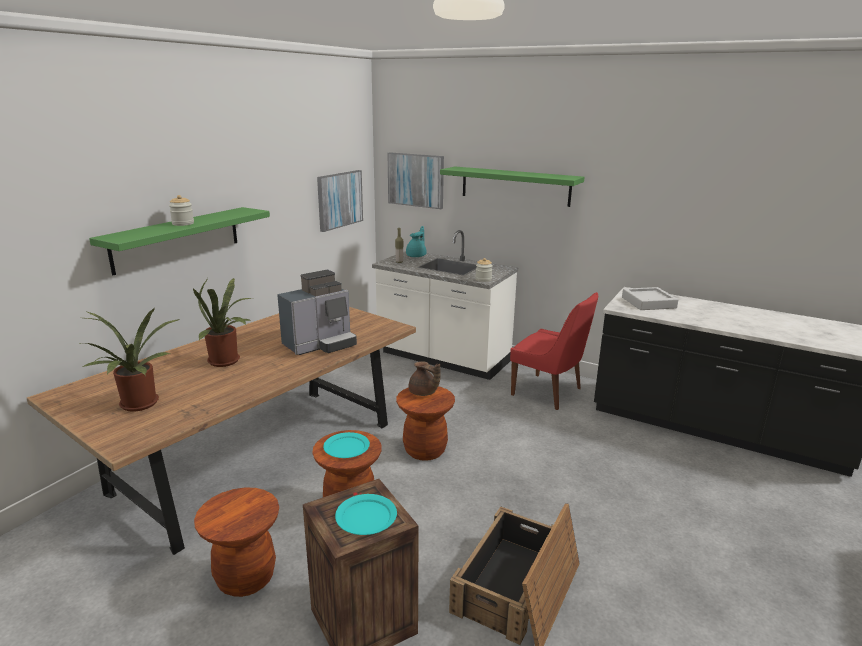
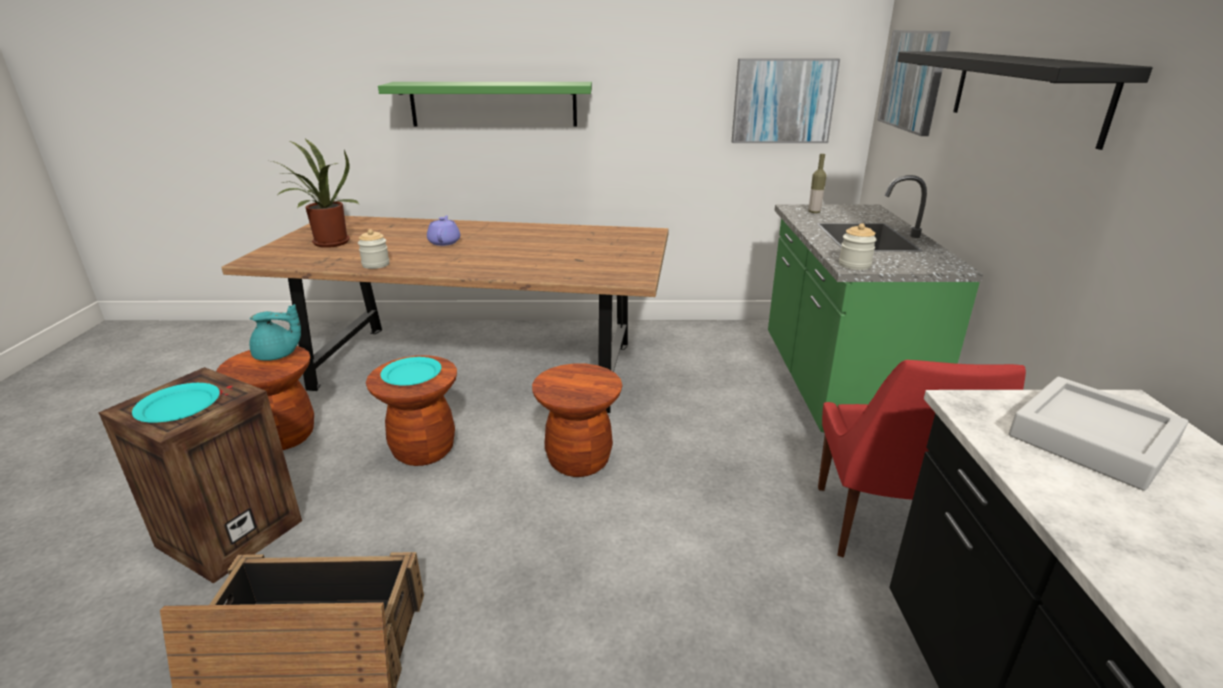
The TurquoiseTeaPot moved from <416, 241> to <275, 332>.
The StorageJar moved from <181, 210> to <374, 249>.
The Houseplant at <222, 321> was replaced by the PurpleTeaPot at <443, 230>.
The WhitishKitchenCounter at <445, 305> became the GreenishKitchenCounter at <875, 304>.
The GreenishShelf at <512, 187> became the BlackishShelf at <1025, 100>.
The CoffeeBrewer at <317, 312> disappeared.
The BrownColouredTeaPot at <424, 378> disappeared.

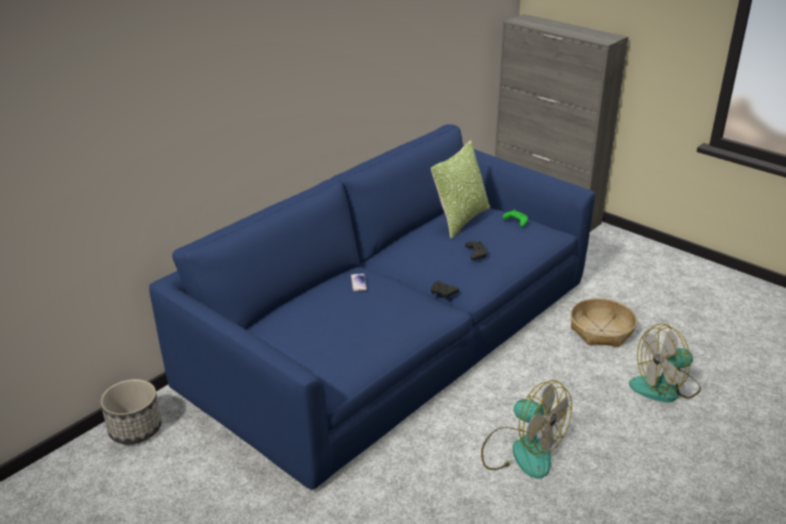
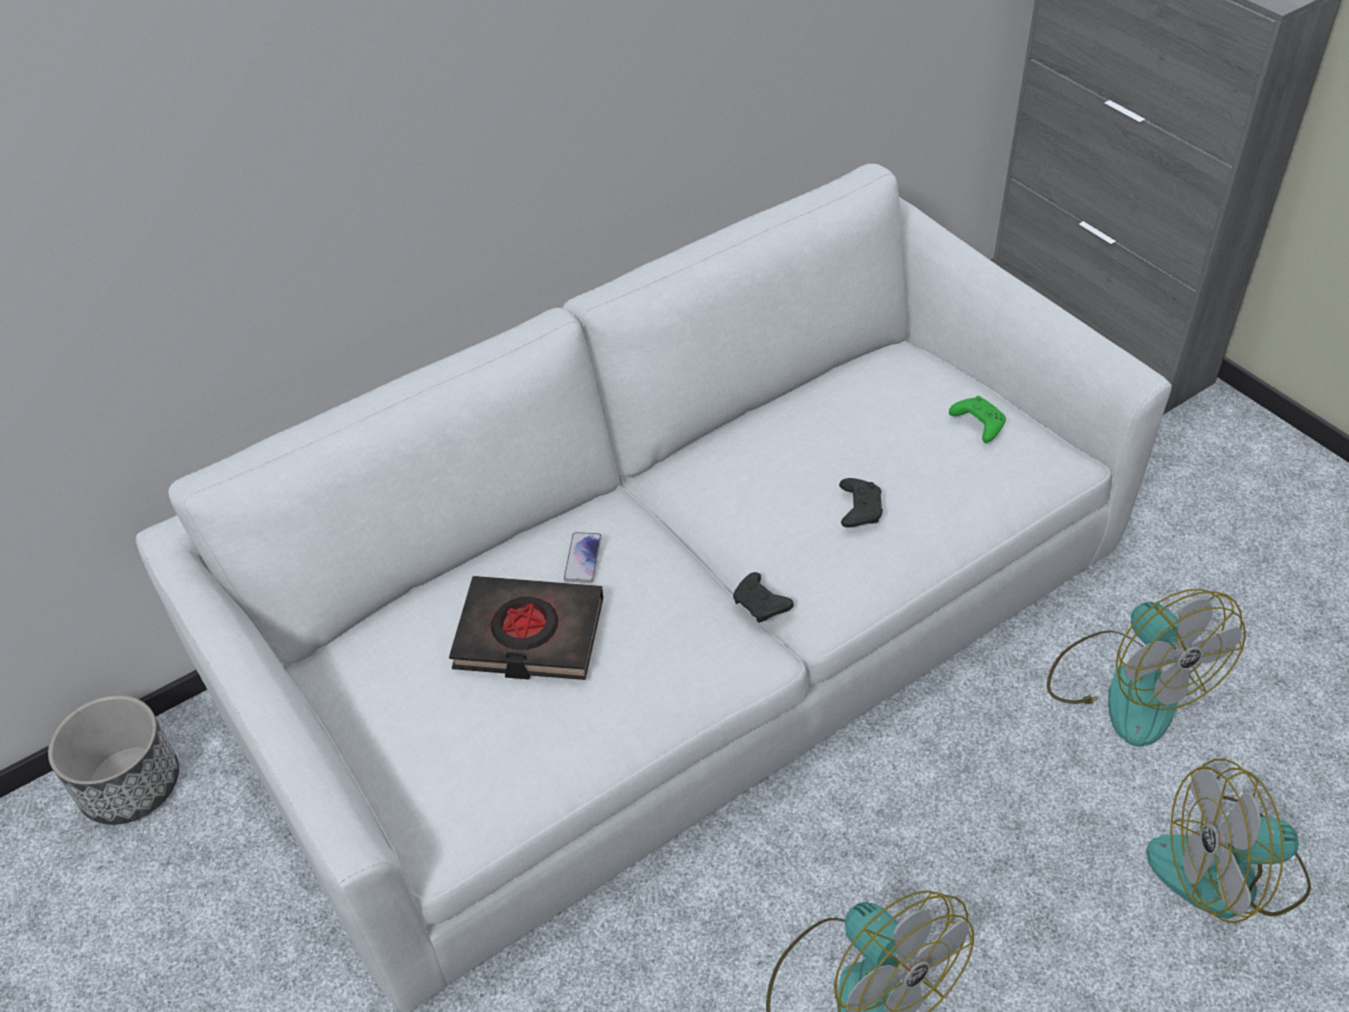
The BlueCouch at <372, 307> became the WhitishCouch at <654, 588>.
The BlackishVolume at <526, 628> appeared.
The Basket at <604, 322> was replaced by the CoolingFan at <1146, 668>.
The ThrowPillow at <460, 189> disappeared.

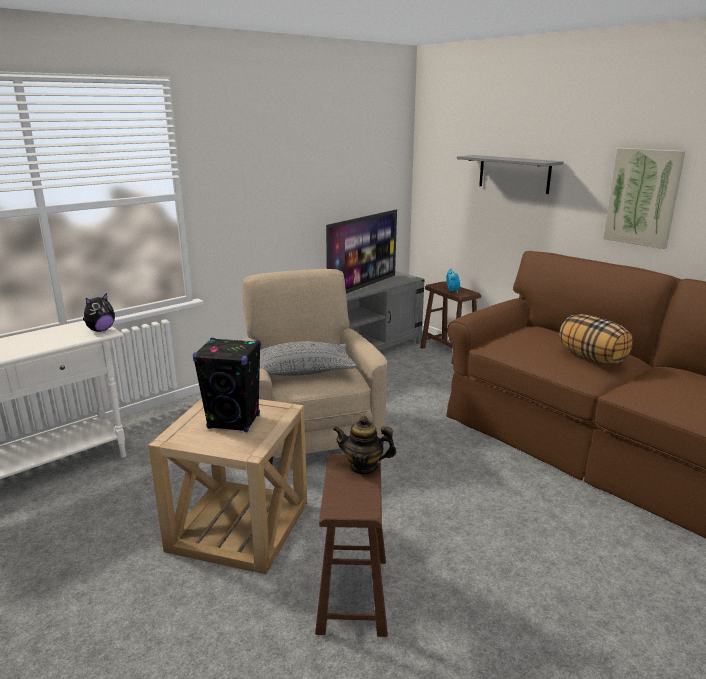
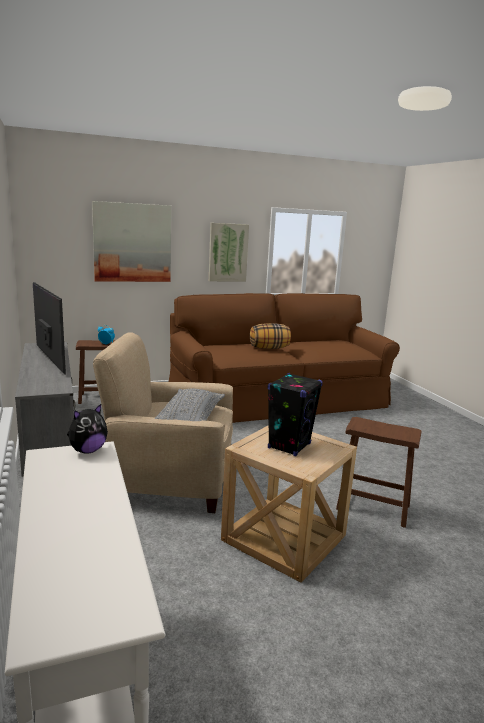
The PlushToy at <99, 312> turned 75 degrees clockwise.
The GreyishShelf at <510, 174> was replaced by the WallArt at <131, 241>.
The TeaPot at <364, 445> disappeared.

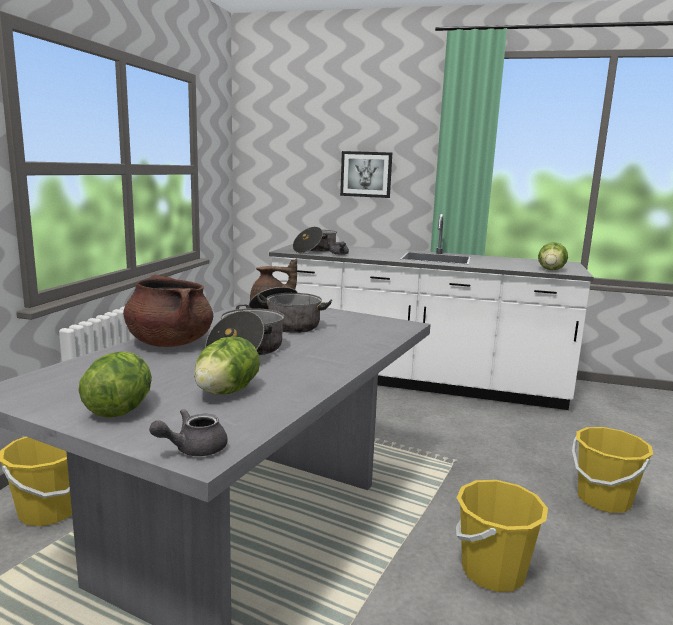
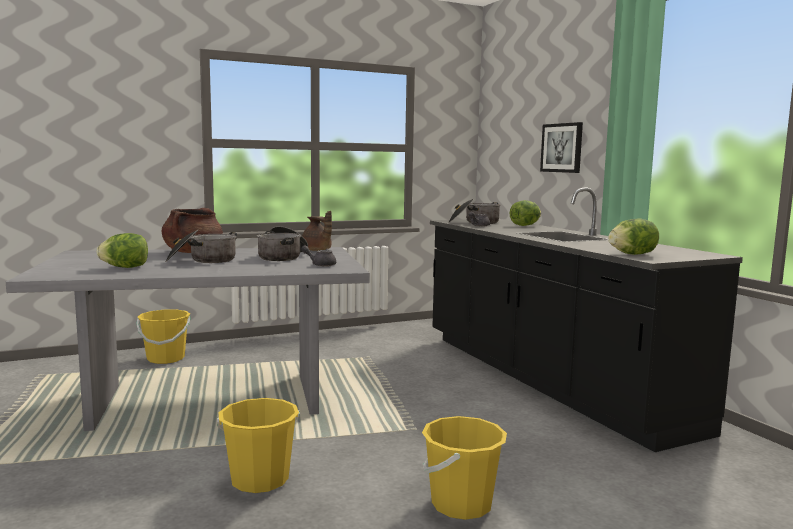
The GreyishTeaPot moved from <188, 432> to <318, 256>.
The WhitishKitchenCounter at <431, 312> became the BlackishKitchenCounter at <586, 320>.
The LettuceHead moved from <115, 384> to <525, 213>.

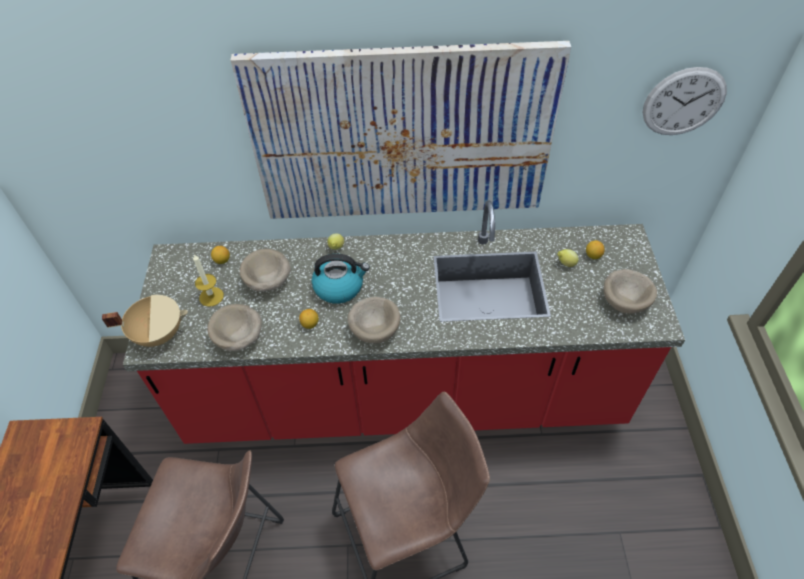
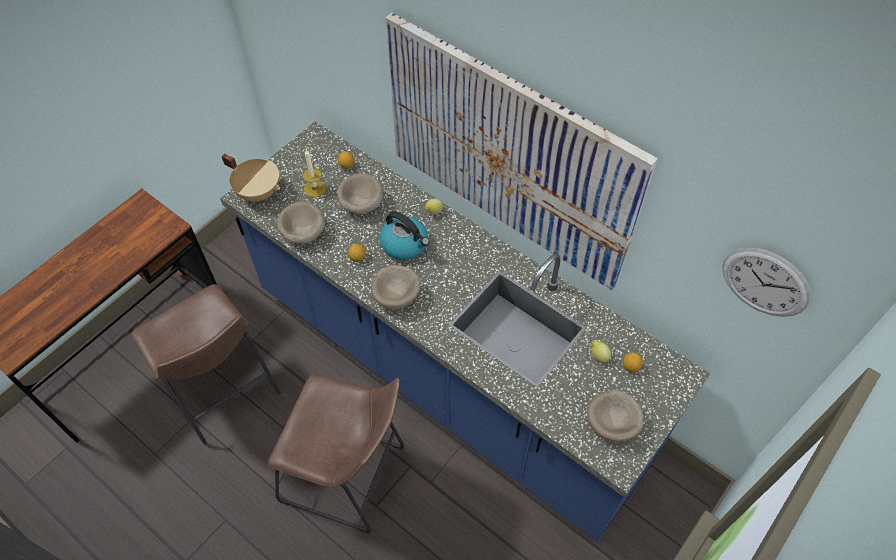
The RedKitchenCounter at <404, 322> became the BlueKitchenCounter at <465, 331>.

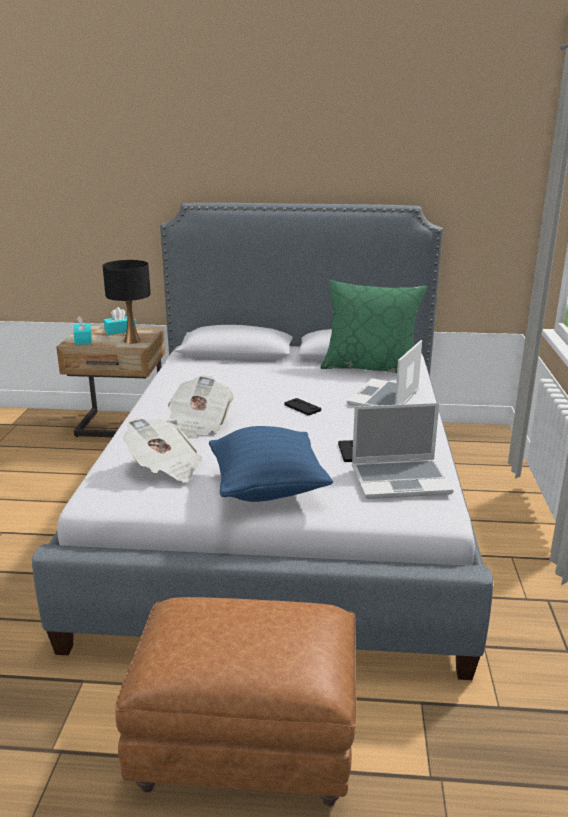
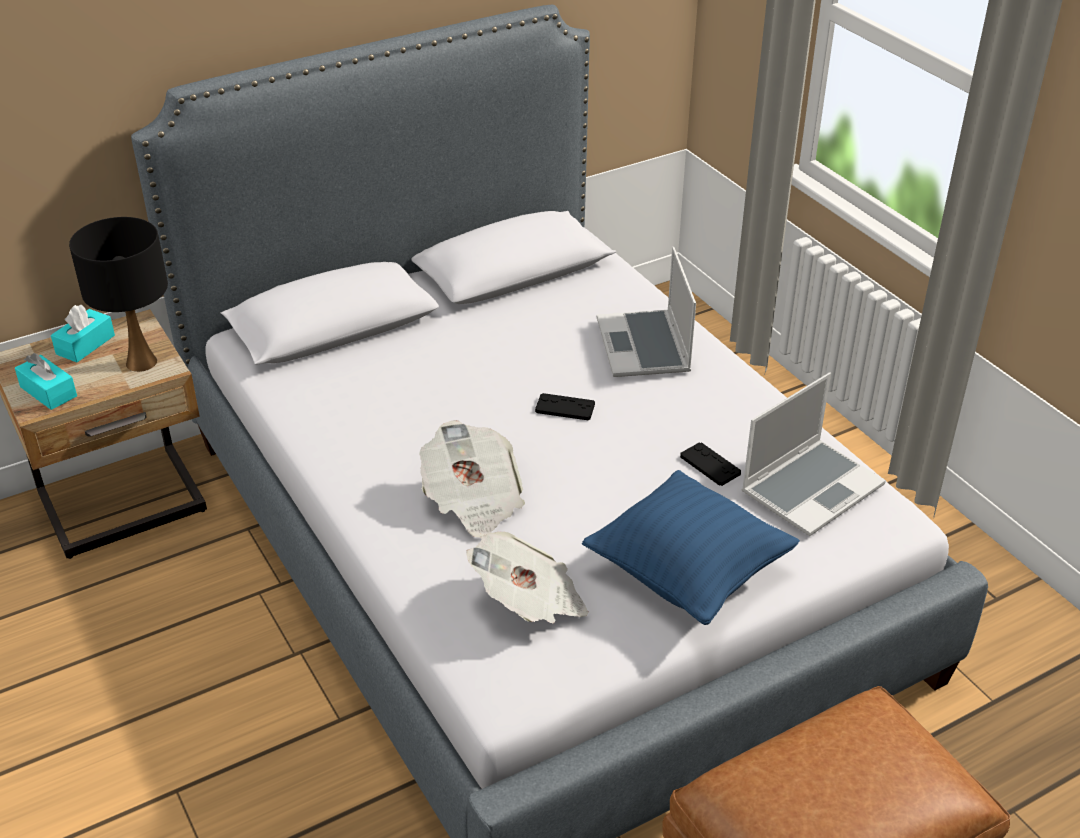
The GreenishThrowPillow at <374, 326> disappeared.

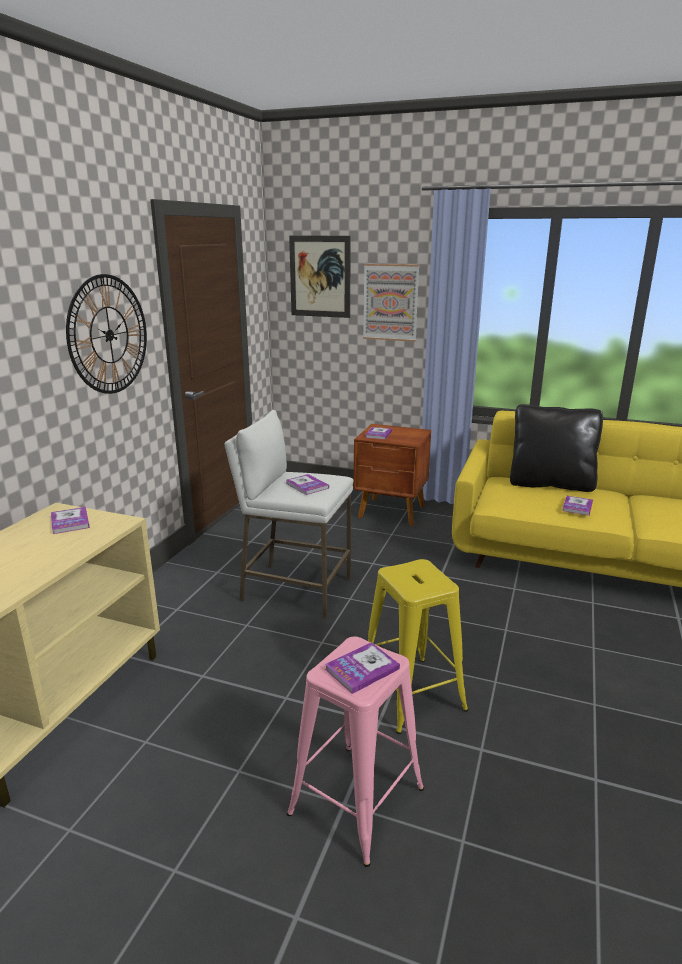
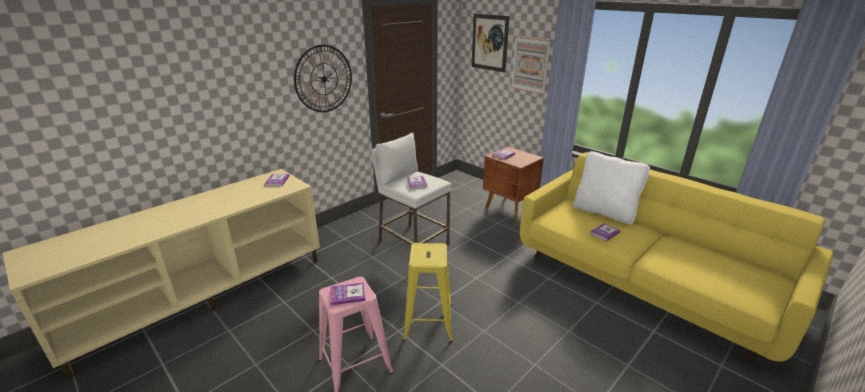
The BlackishThrowPillow at <556, 448> became the WhitishThrowPillow at <612, 187>.

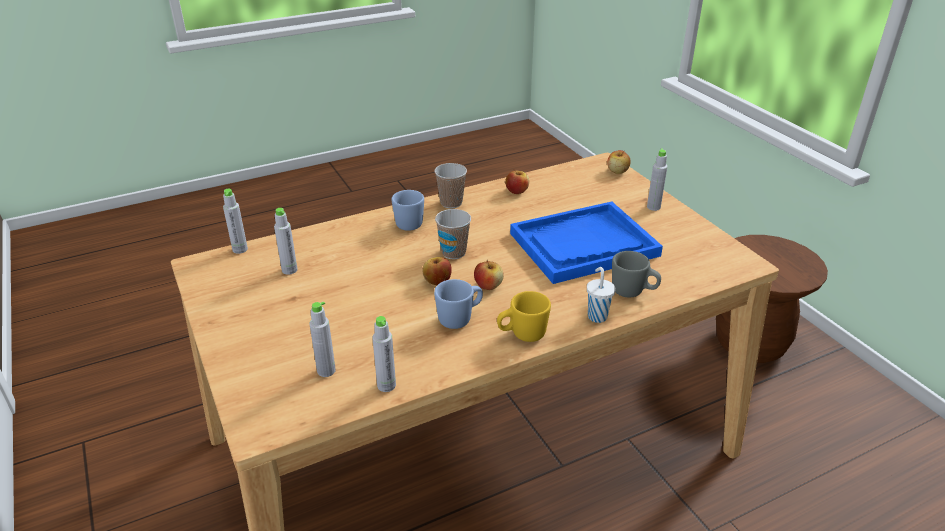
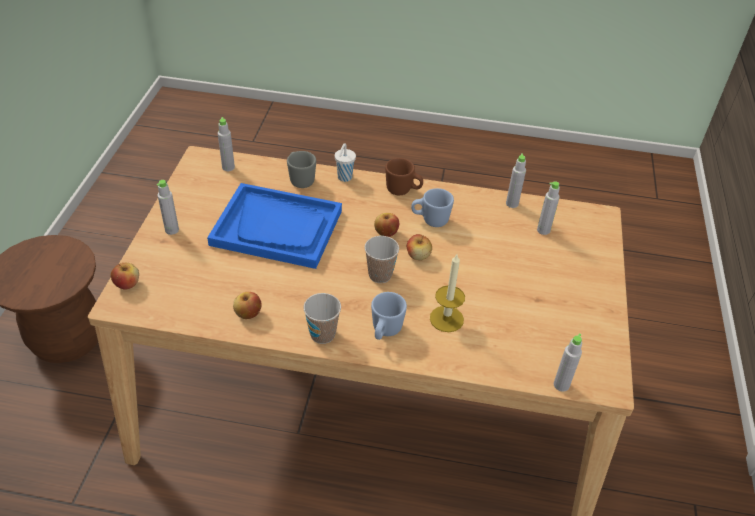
The GreyishDrinkBottle moved from <286, 241> to <226, 144>.
The YellowColouredCoffeeMug at <524, 316> became the BrownColouredCoffeeMug at <404, 176>.
The Candle at <447, 293> appeared.

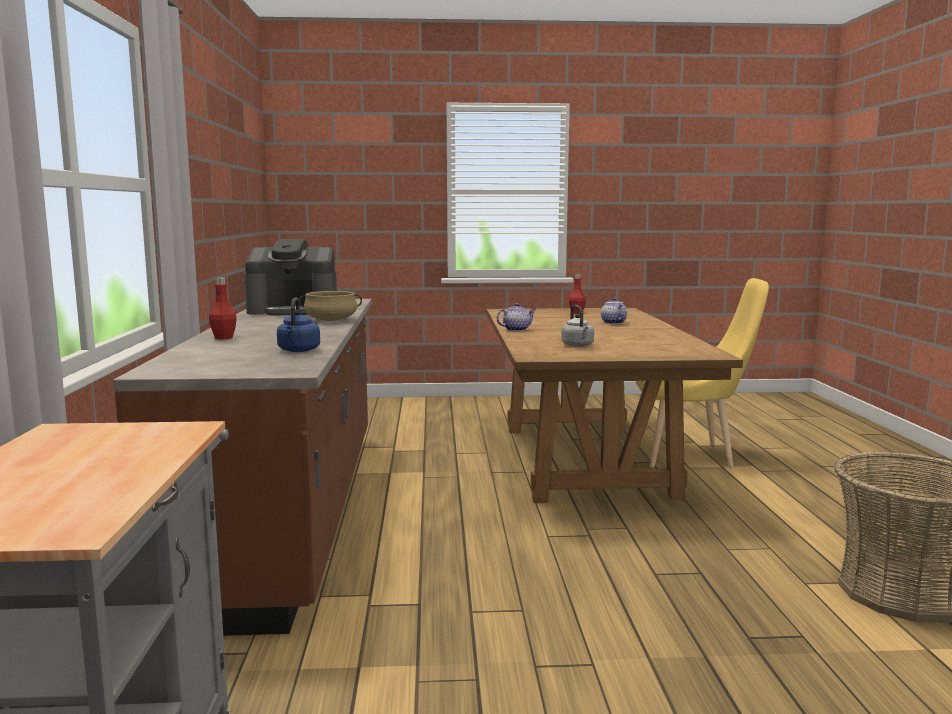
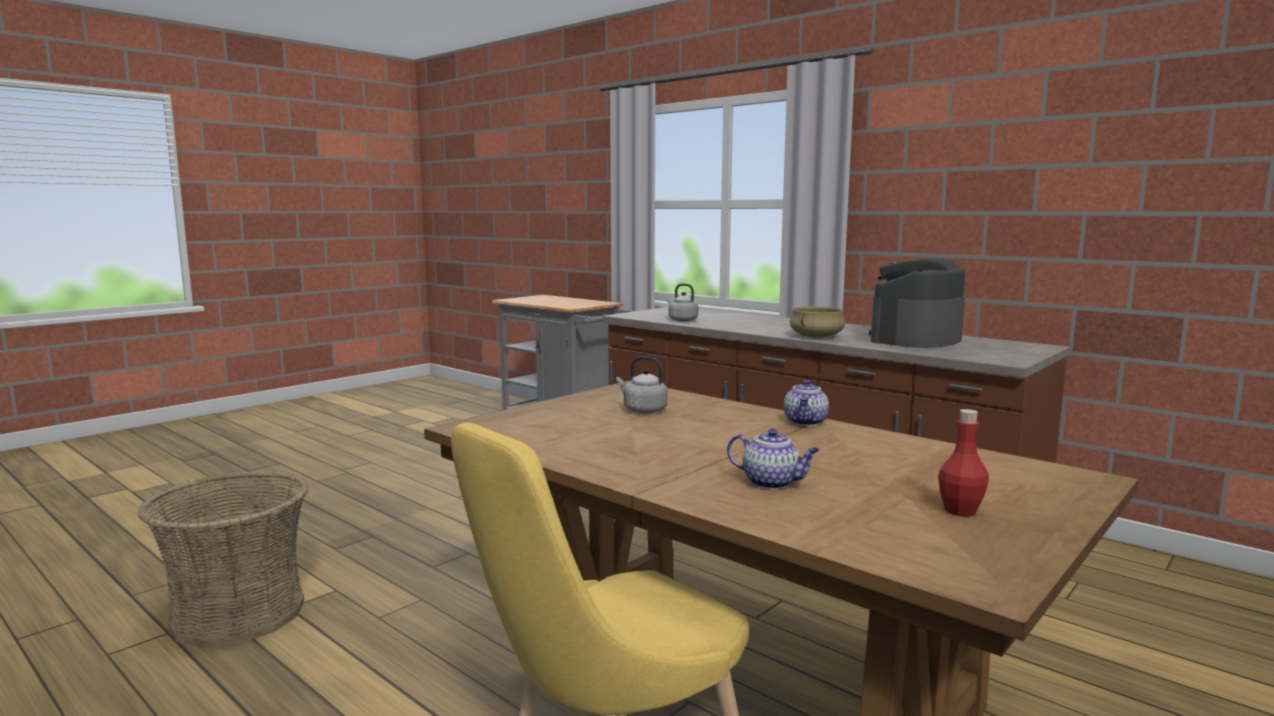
The BlueWaterKettle at <298, 325> became the GreyishWaterKettle at <682, 303>.
The RedDrinkBottle at <223, 308> disappeared.

